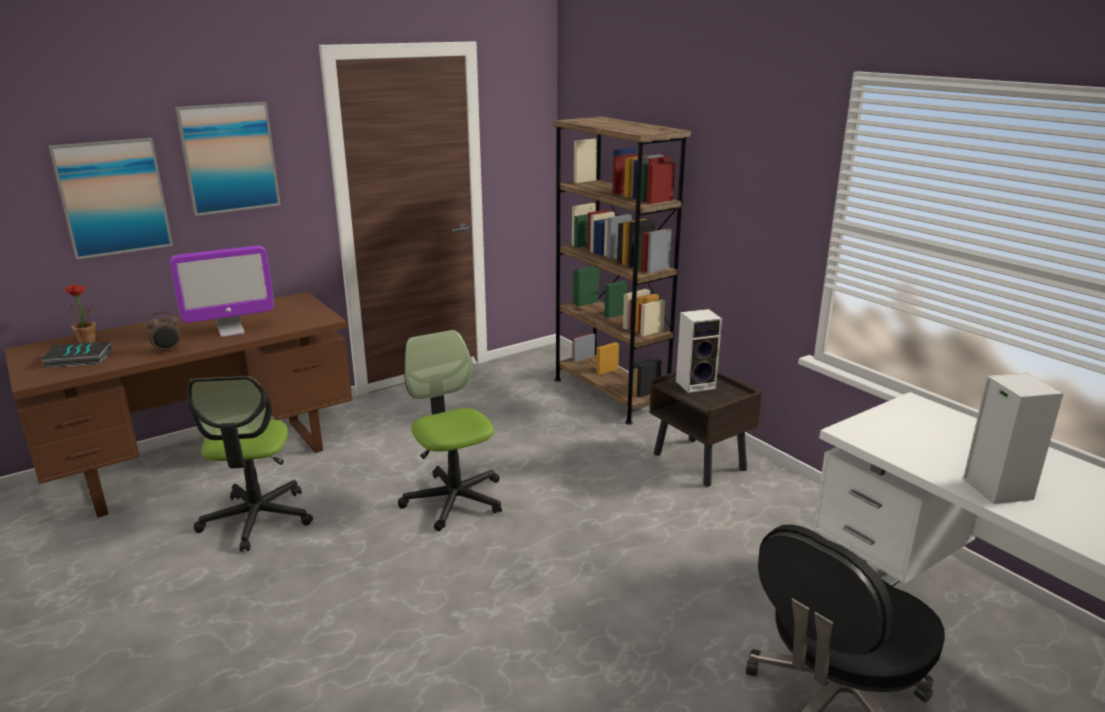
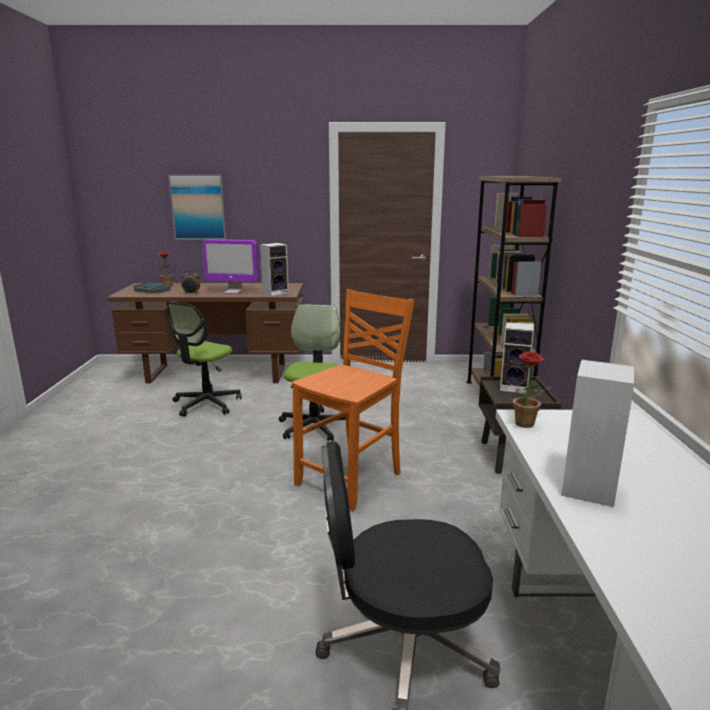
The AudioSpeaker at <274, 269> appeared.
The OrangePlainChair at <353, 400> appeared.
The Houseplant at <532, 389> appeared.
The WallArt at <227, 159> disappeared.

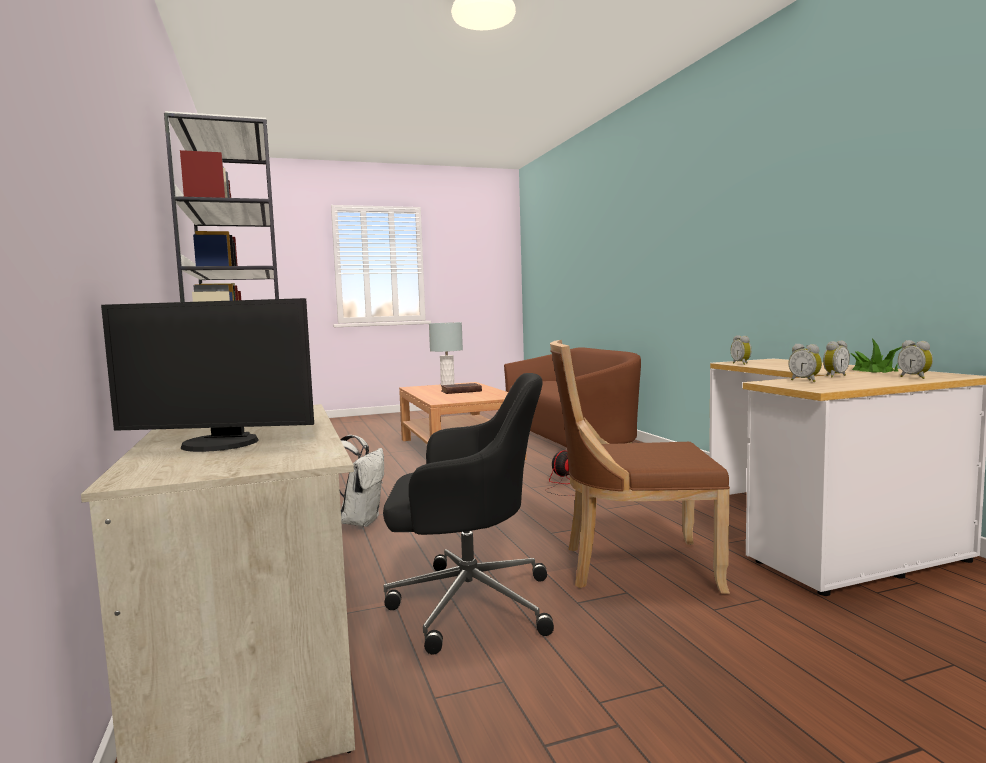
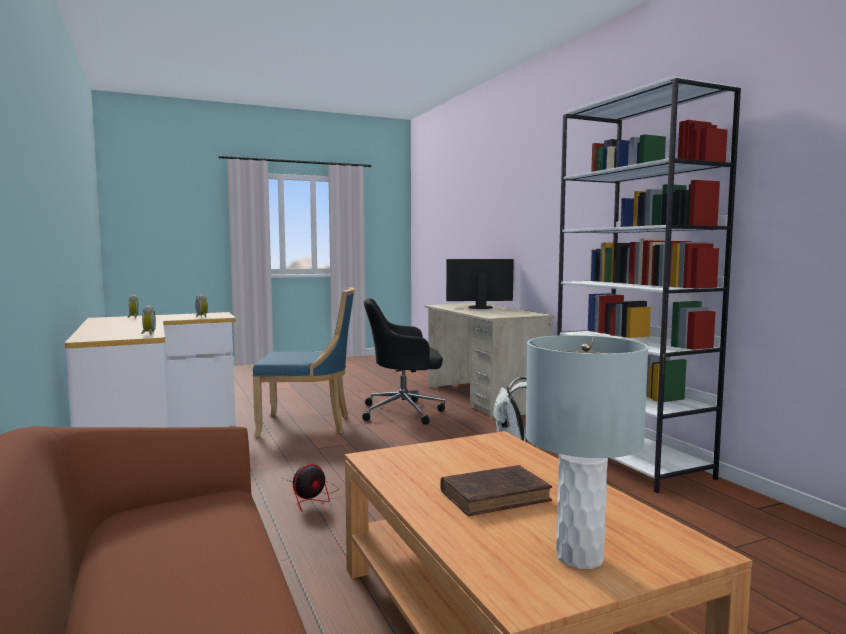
The BrownColouredPlainChair at <640, 467> became the BluePlainChair at <303, 362>.
The TableClock at <836, 359> disappeared.
The Houseplant at <876, 355> disappeared.

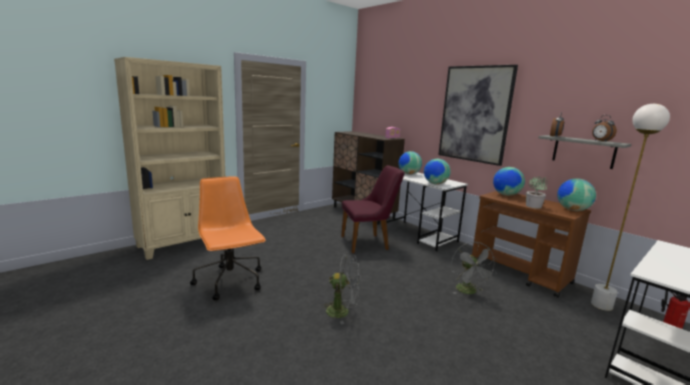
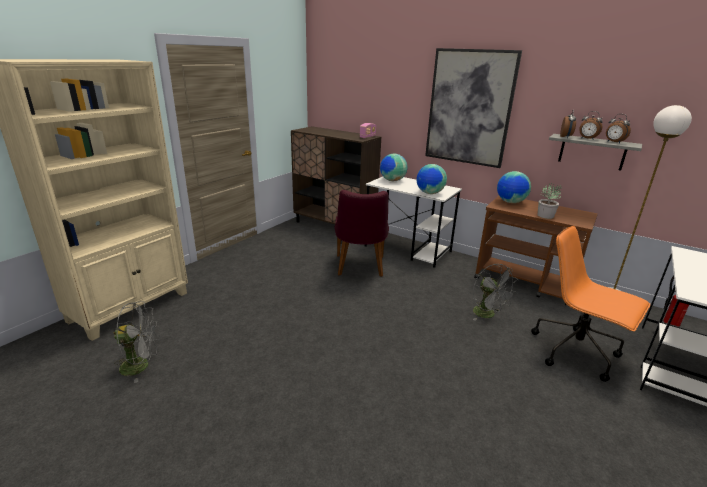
The GreyishCoolingFan moved from <341, 290> to <136, 342>.
The PurplePlainChair at <373, 209> turned 120 degrees clockwise.
The OrangeComputerChair moved from <228, 238> to <590, 304>.
The TableClock at <591, 125> appeared.
The WorldGlobe at <576, 194> disappeared.

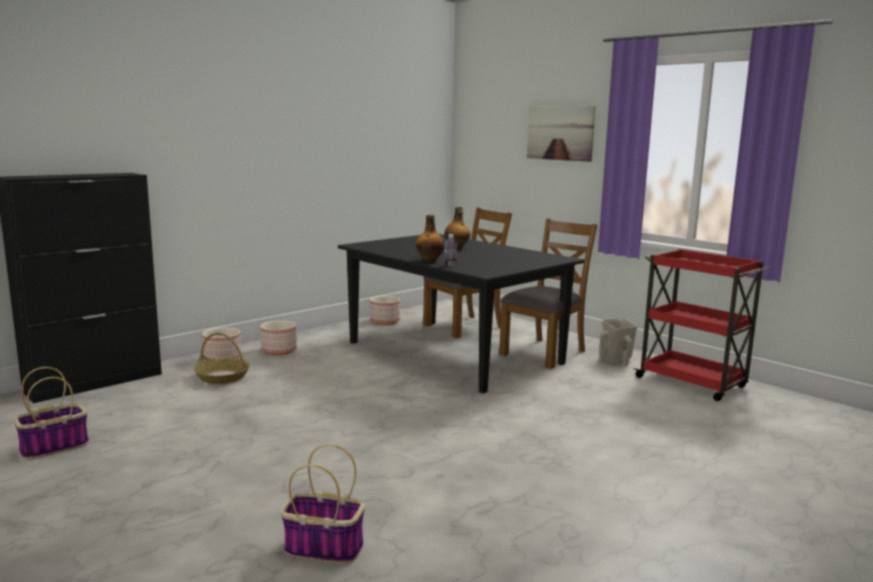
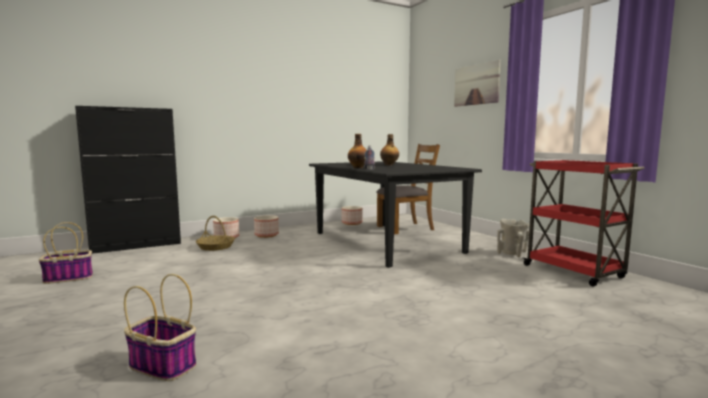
The BrownColouredPlainChair at <548, 294> disappeared.

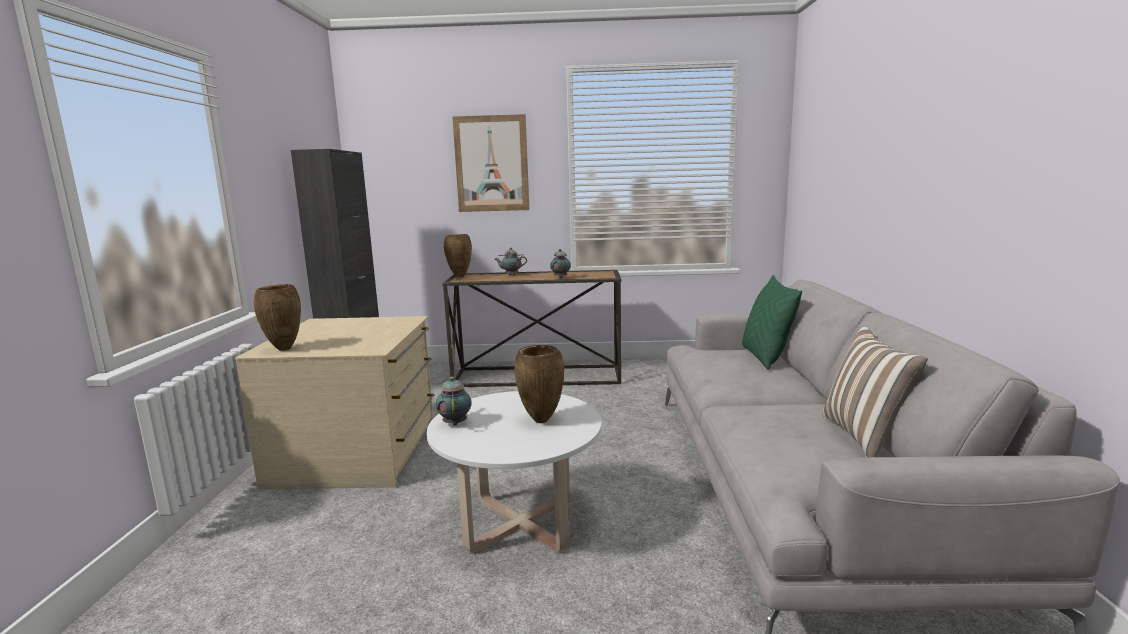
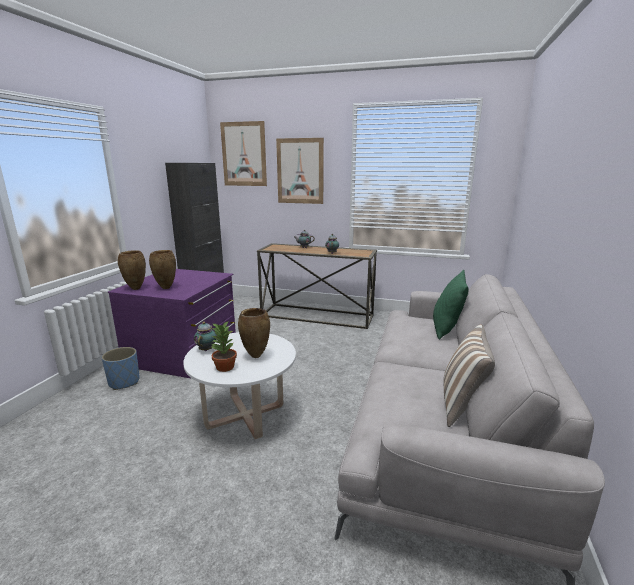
The BluePlanter at <121, 368> appeared.
The BeigeColouredChestOfDrawers at <334, 402> became the PurpleChestOfDrawers at <172, 324>.
The BrownColouredVase moved from <458, 255> to <162, 269>.
The Houseplant at <223, 347> appeared.
The WallArt at <243, 153> appeared.

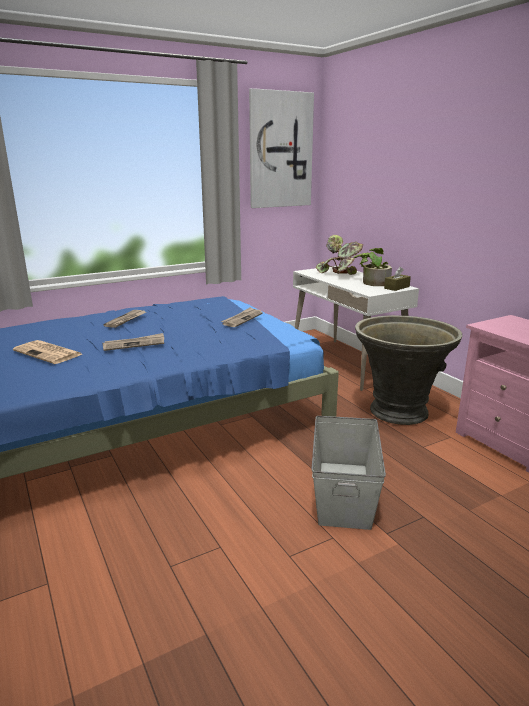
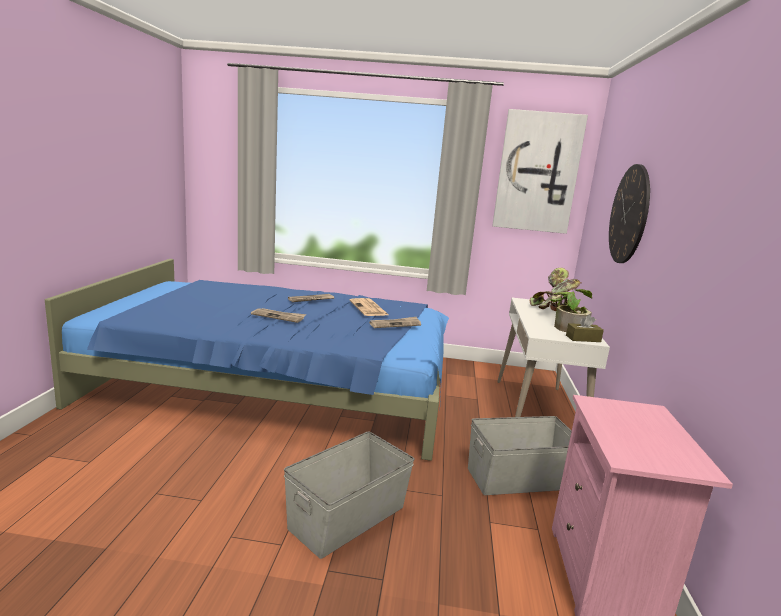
The PrintedPaper moved from <47, 352> to <369, 307>.
The GreyishPlanter at <409, 370> was replaced by the GreyishStorageBox at <520, 455>.
The ClockOnTheWall at <629, 213> appeared.

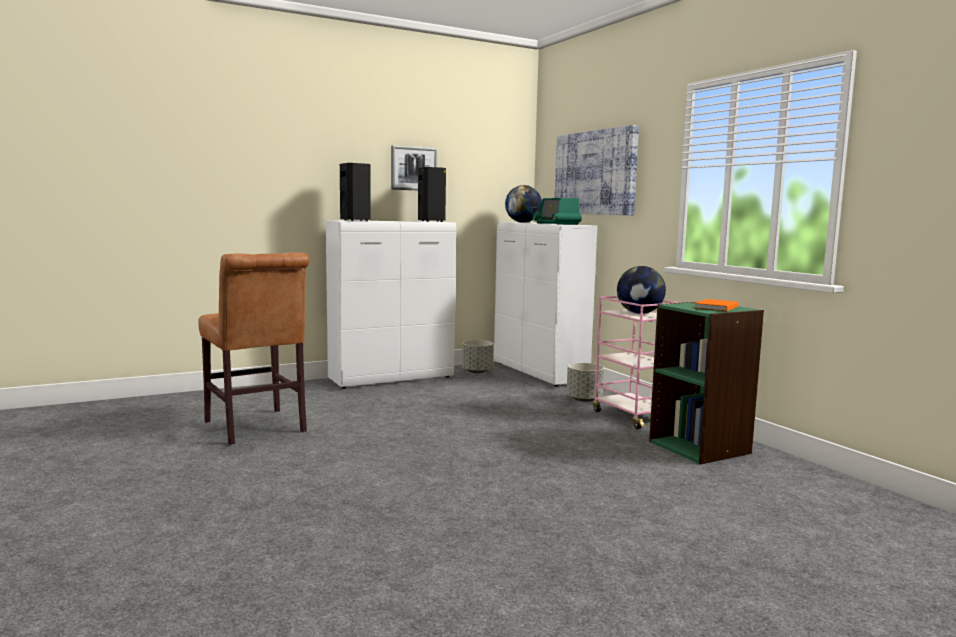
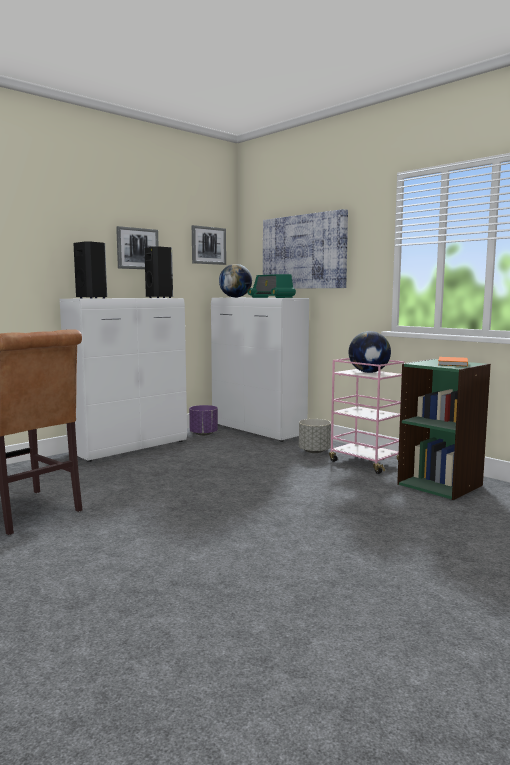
The GreyishPlanter at <478, 356> became the PurplePlanter at <203, 420>.
The WallArt at <209, 245> appeared.

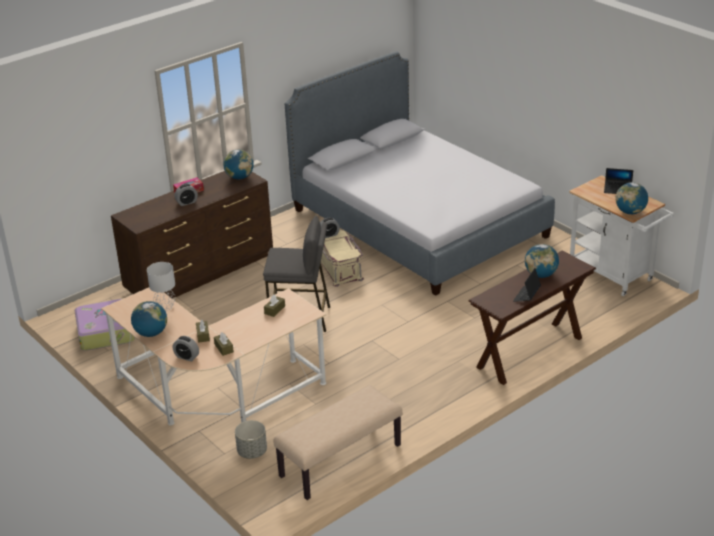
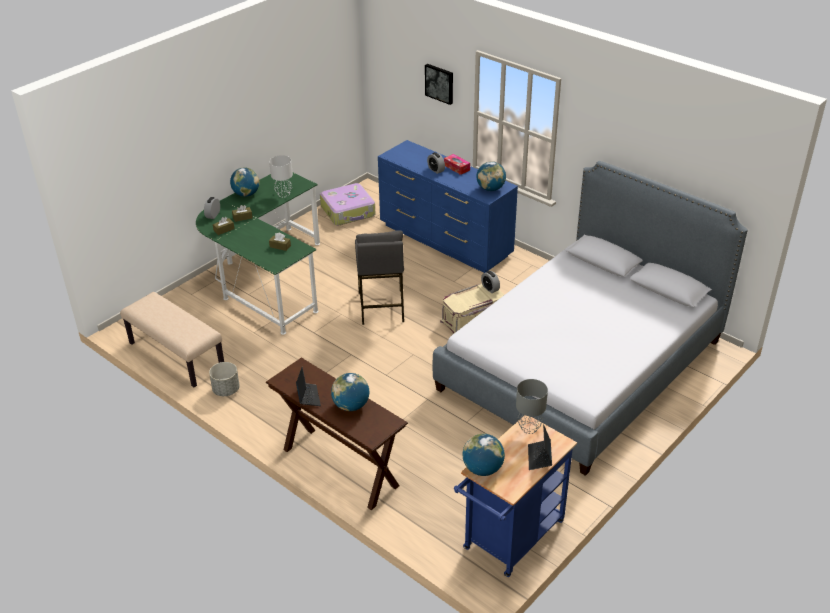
The BeigeColouredDeskUnit at <213, 357> became the GreenishDeskUnit at <258, 254>.
The GreyishPlanter moved from <251, 439> to <224, 379>.
The PortableComputer at <527, 285> turned 60 degrees clockwise.
The BrownColouredChestOfDrawers at <192, 235> became the BlueChestOfDrawers at <448, 206>.
The WallArt at <439, 84> appeared.
The WhitishTrolley at <621, 235> became the BlueTrolley at <515, 496>.
The GreyishLampForATable at <532, 406> appeared.

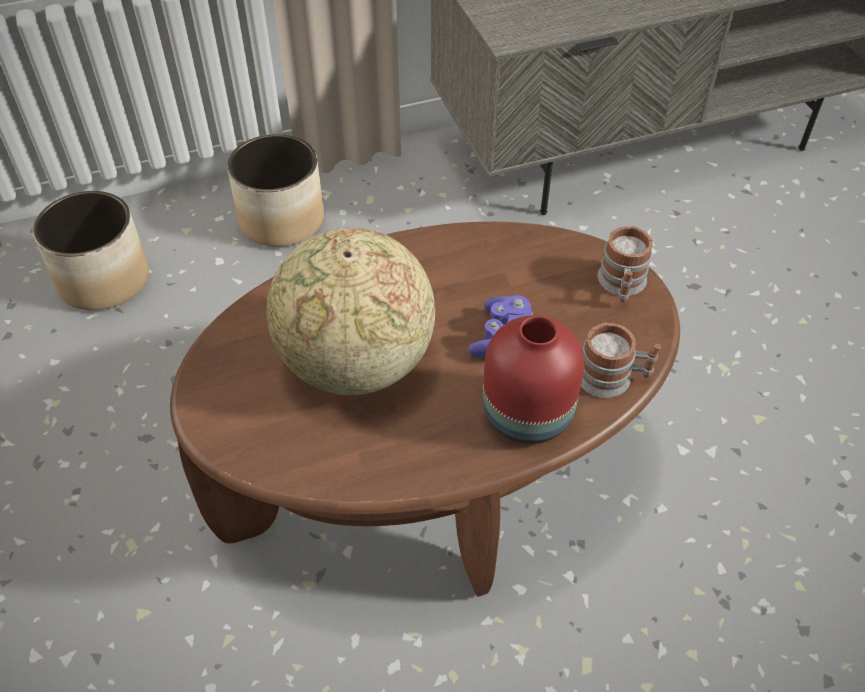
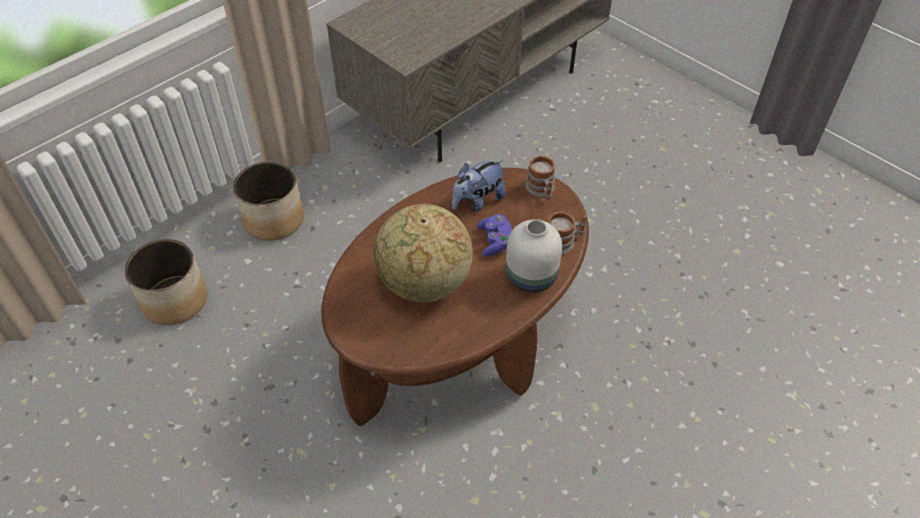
The PlushToy at <478, 185> appeared.
The RedVase at <533, 379> became the WhitishVase at <534, 256>.

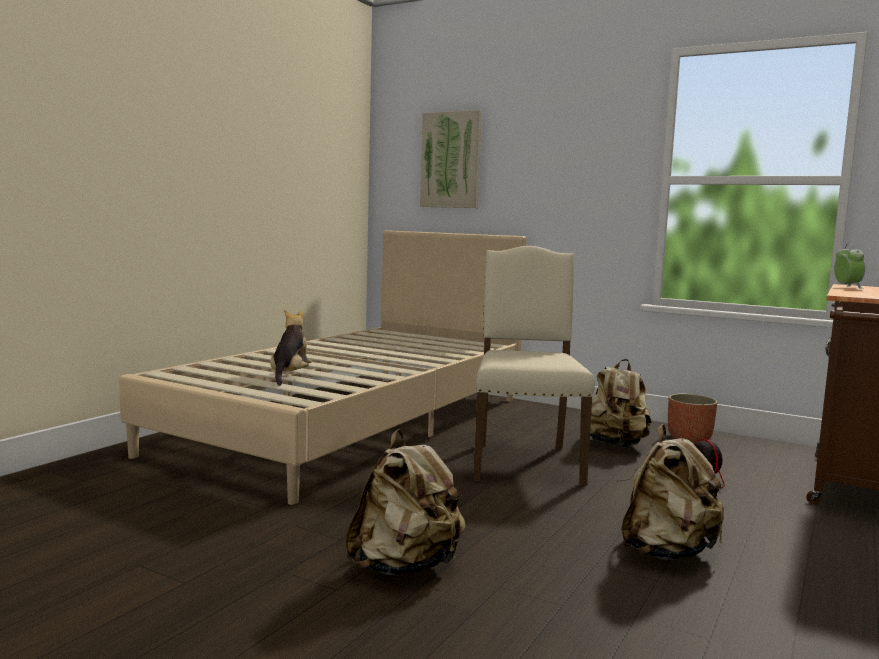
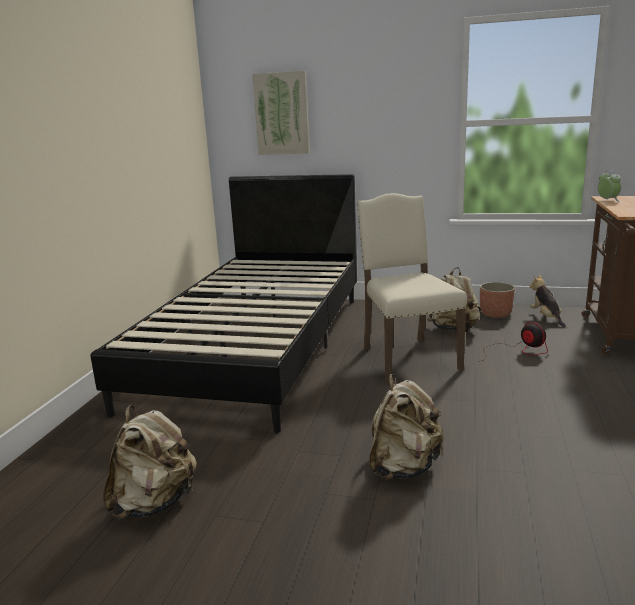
The BeigeColouredSleepingBed at <323, 367> became the BlackishSleepingBed at <223, 303>.
The BeigeColouredRucksack moved from <673, 492> to <150, 462>.
The PlushToy moved from <291, 348> to <547, 301>.

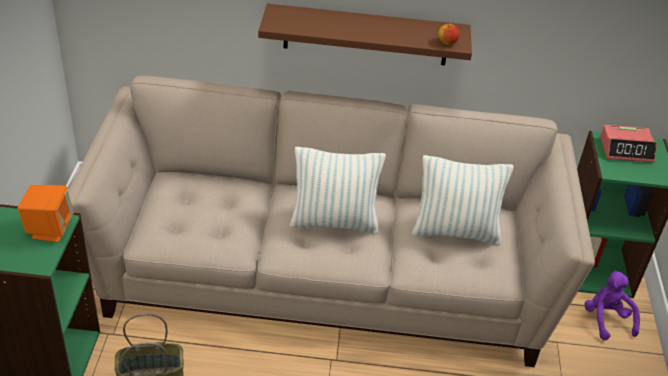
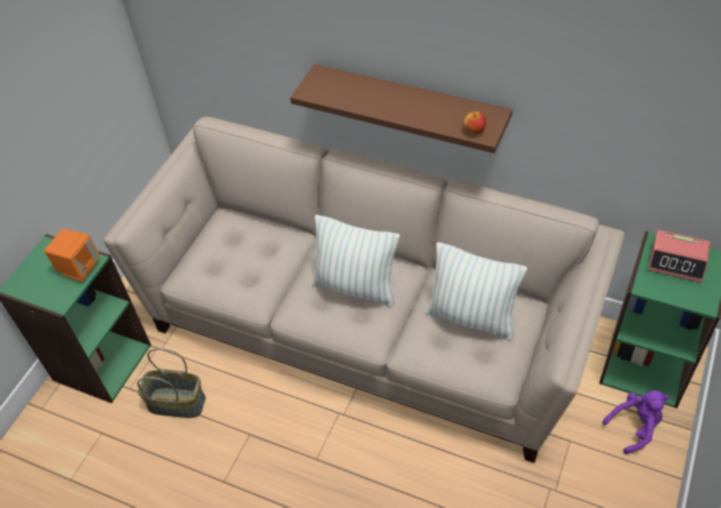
The PurplePlushToy at <612, 305> turned 60 degrees clockwise.

